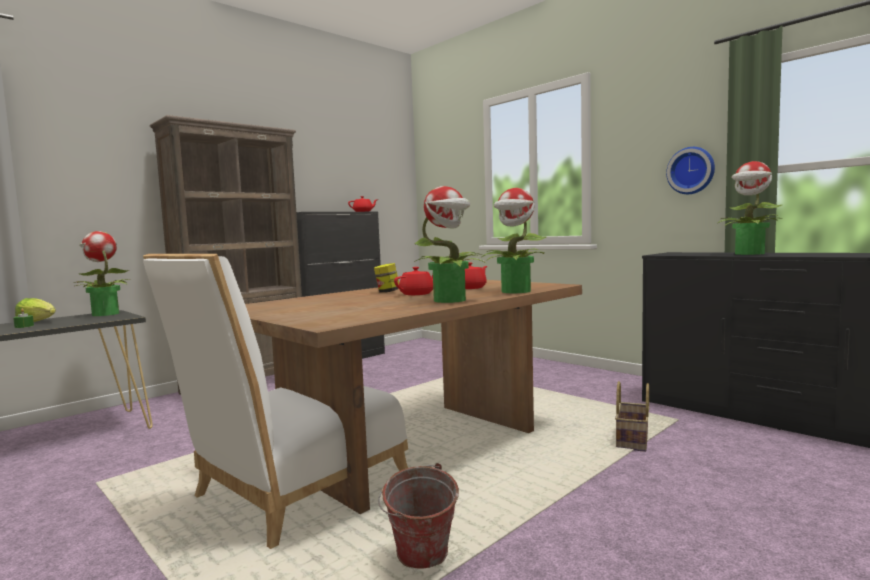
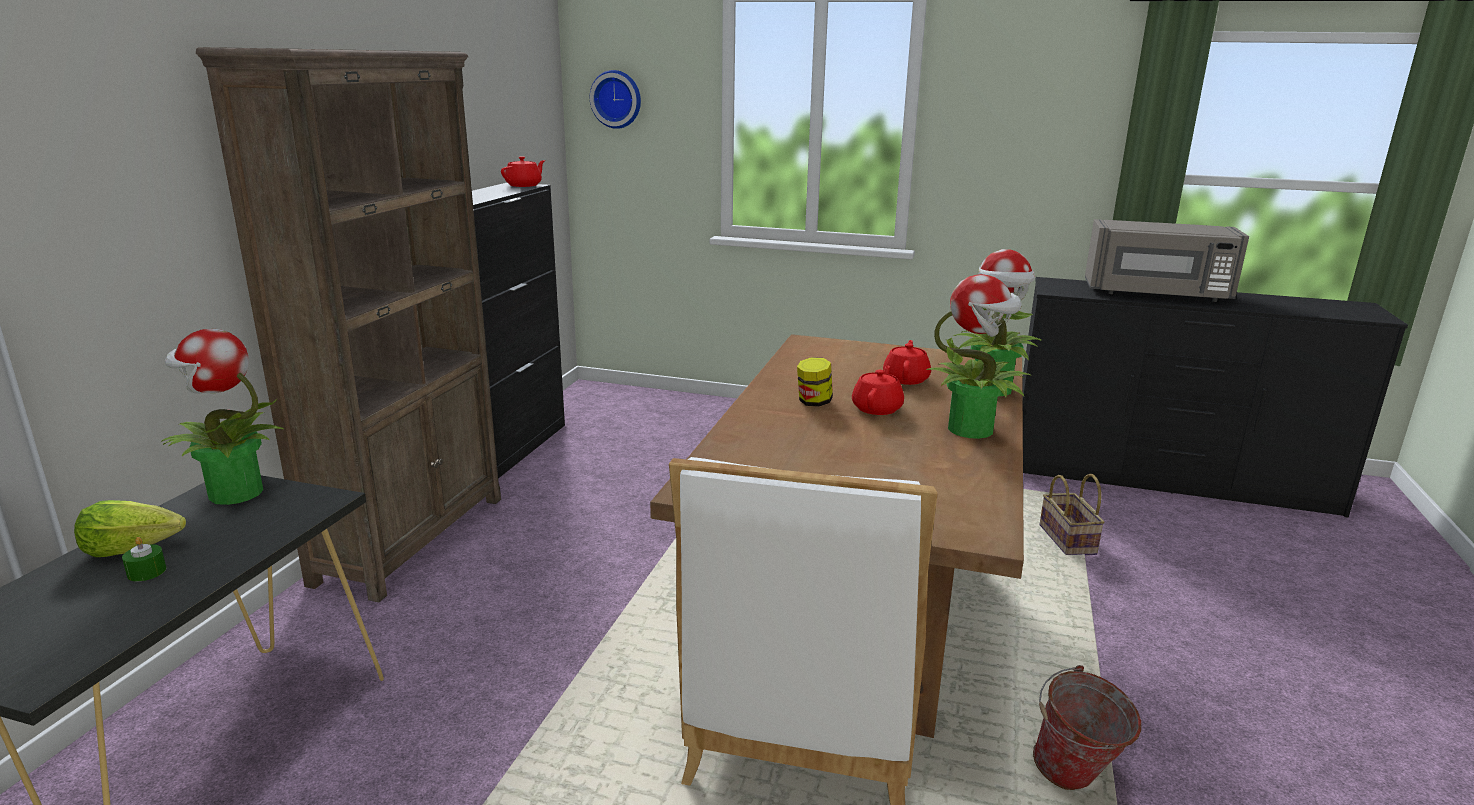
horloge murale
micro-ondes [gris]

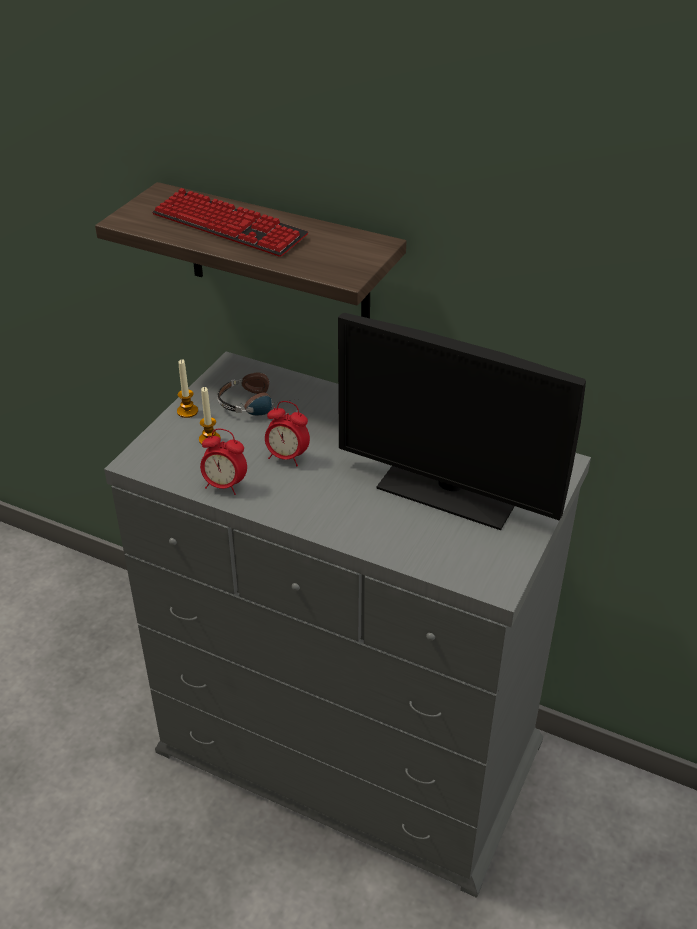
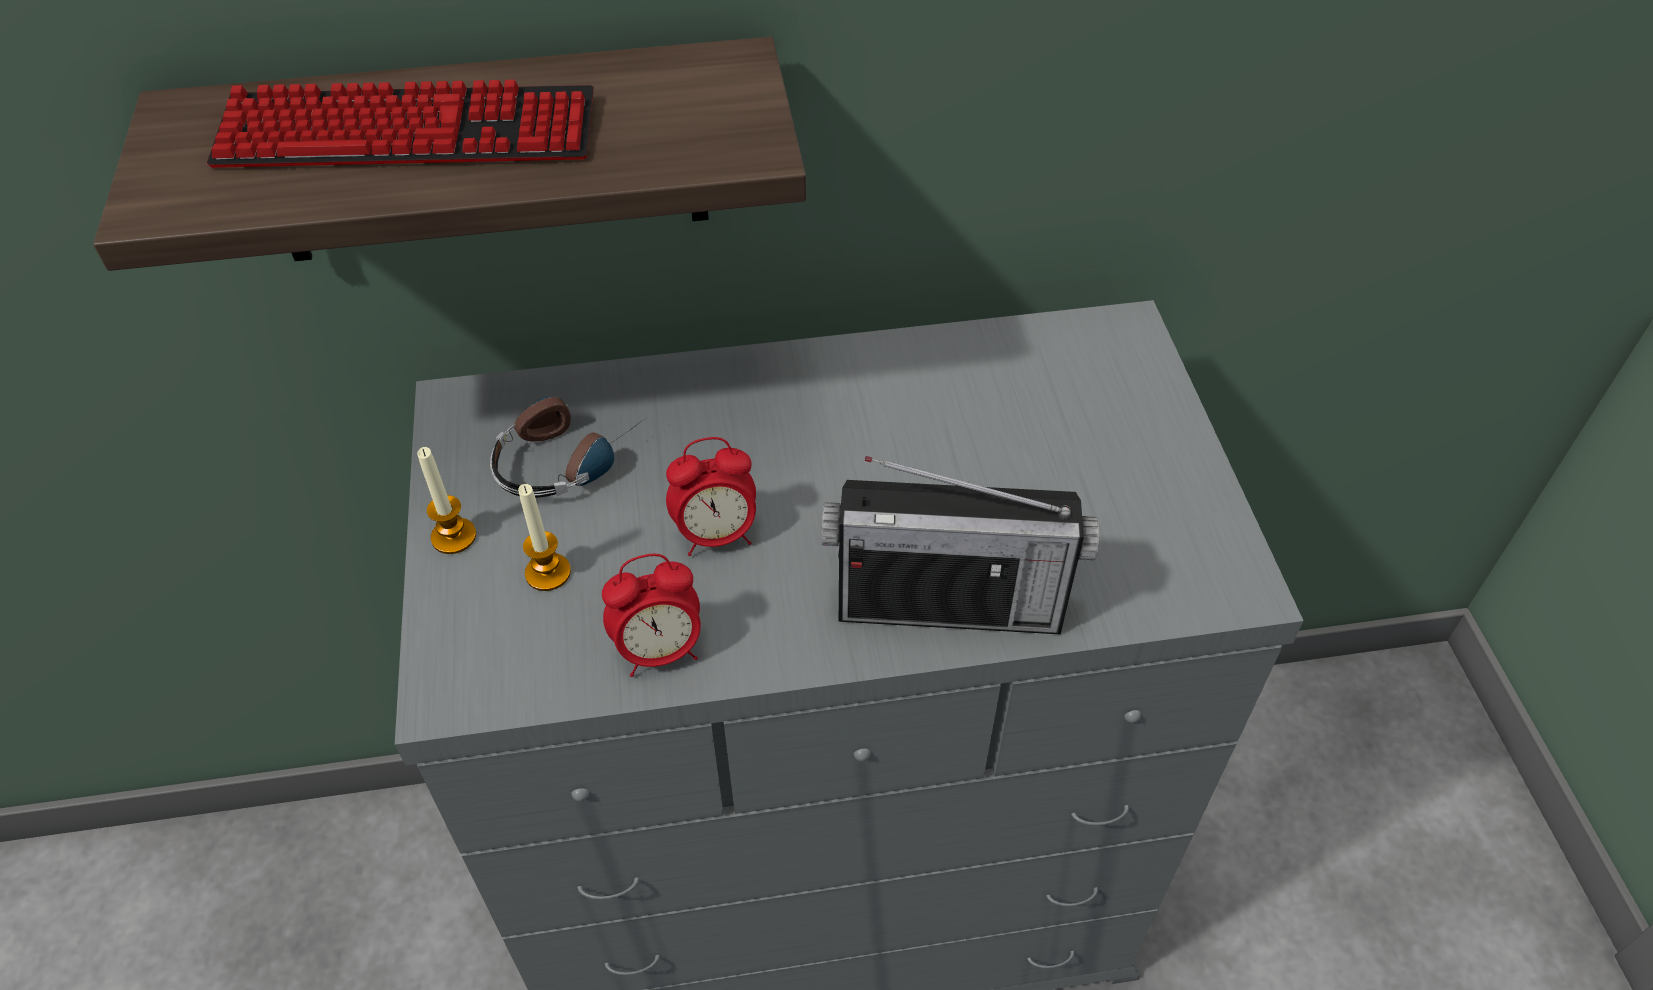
radio
écran d'ordinateur

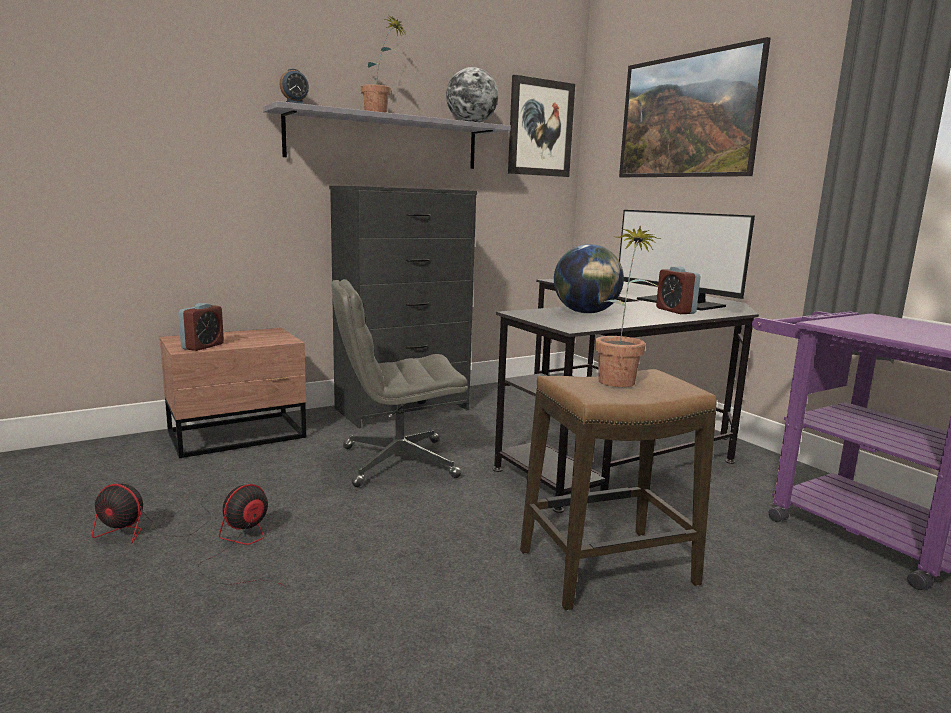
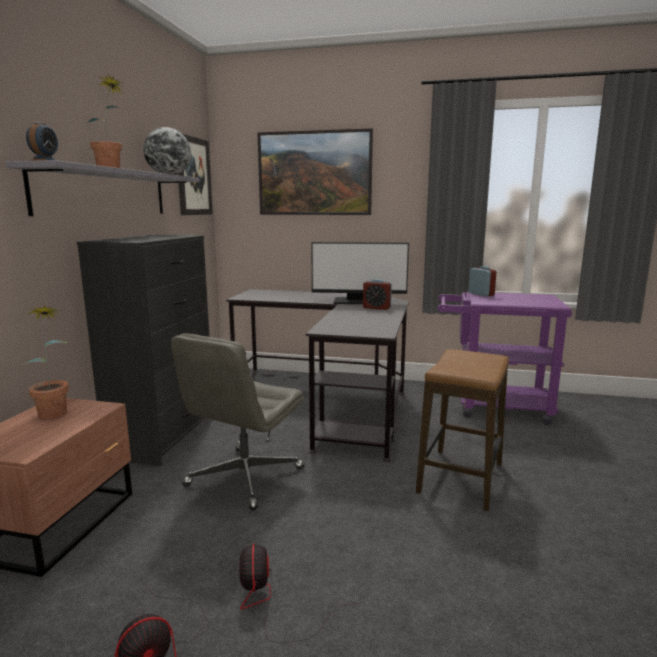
plante en pot (1st from left)
réveil (3rd from left)
globe (2nd from left in the first image)

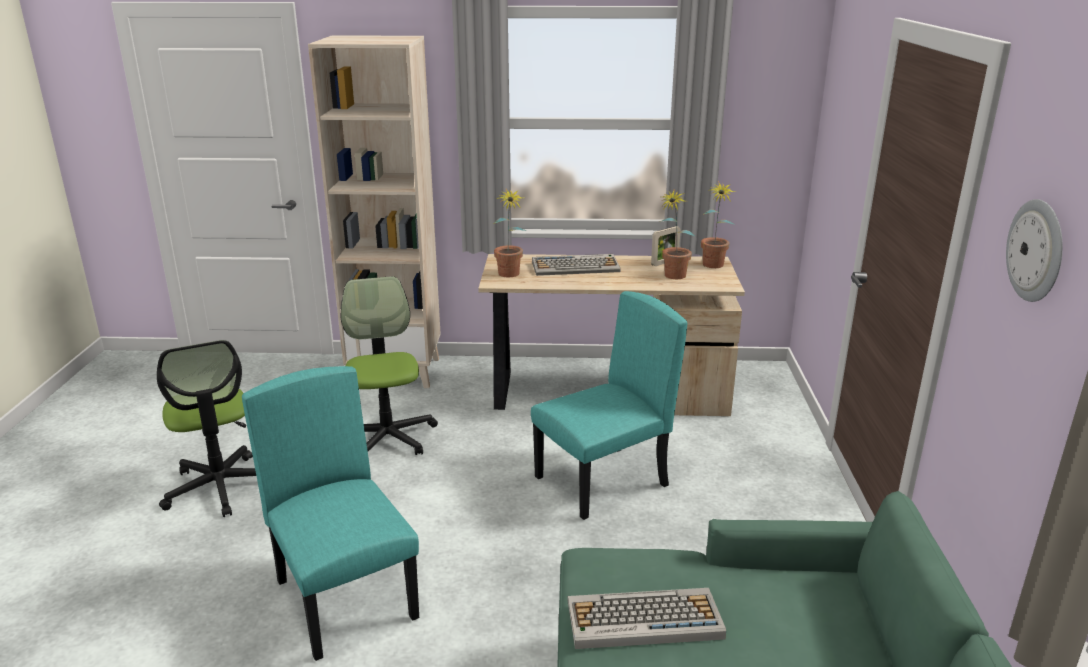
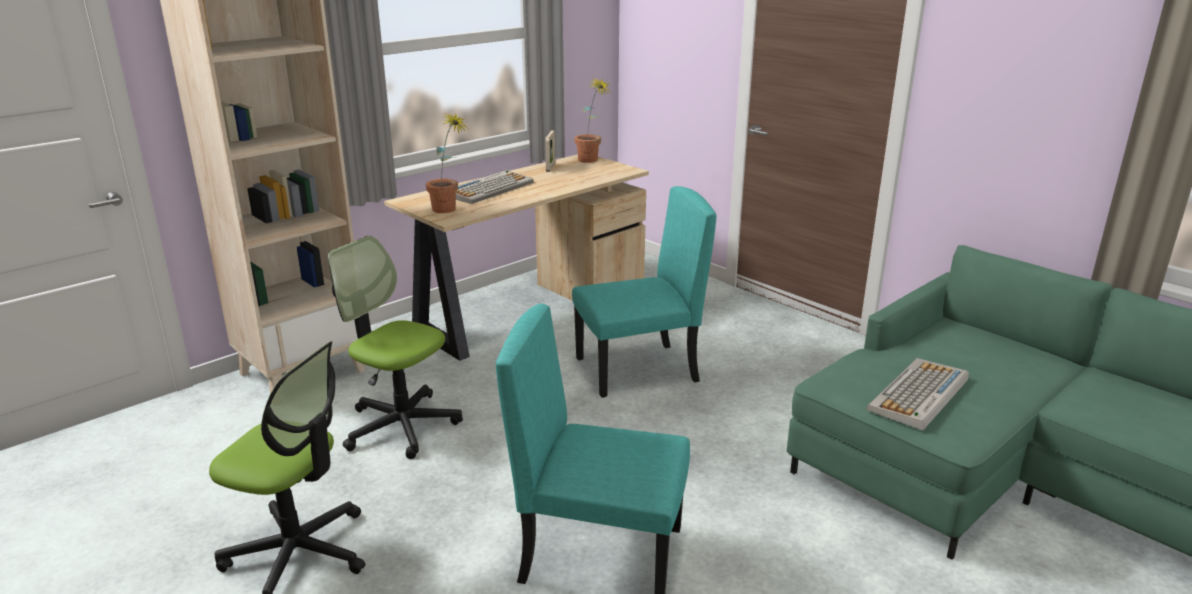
chaise [turquoise] (2nd from left)
plante en pot (2nd from left in the first image)
horloge murale

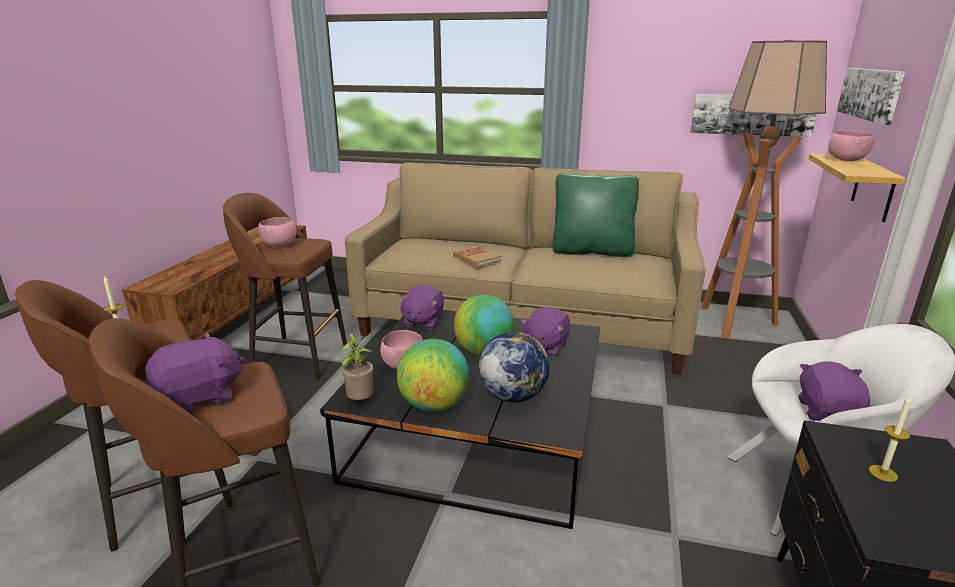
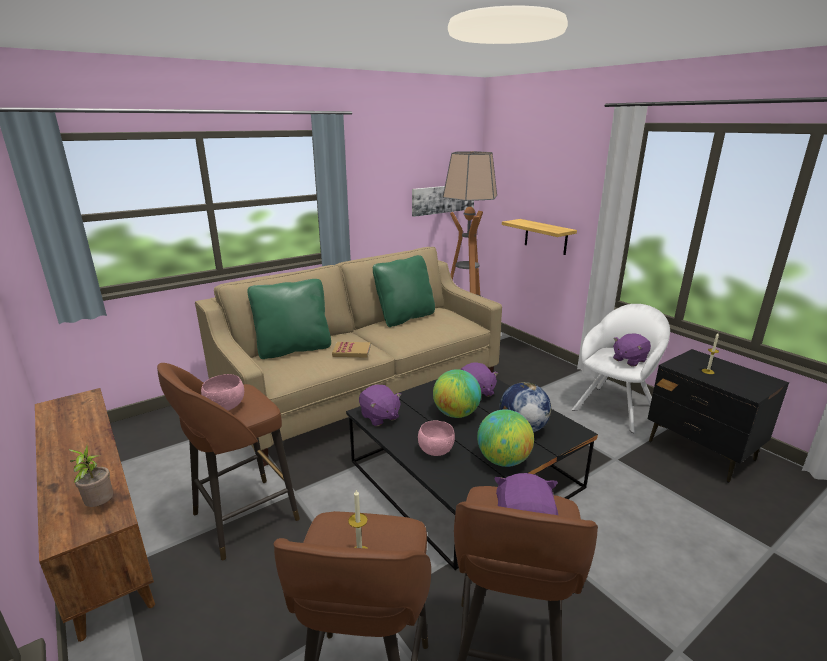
plante en pot
coussin [vert] (1st from left)
peluche [violet] (4th from left)
bol [rose] (3rd from left in the first image)
tableau (2nd from left in the first image)

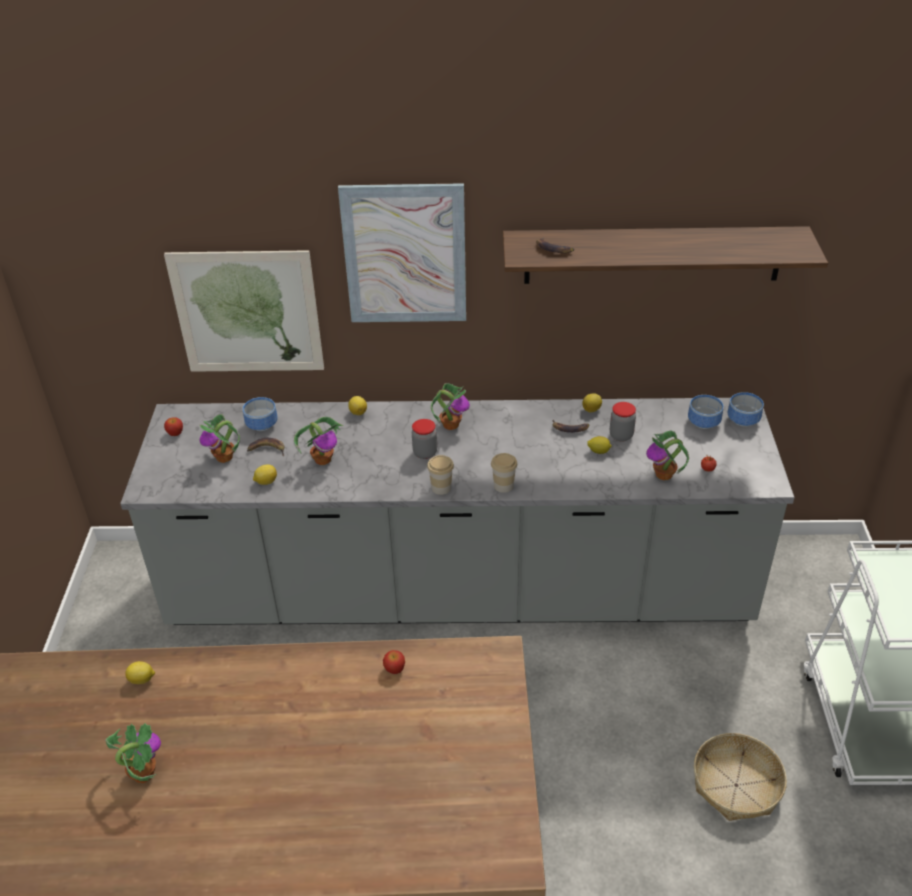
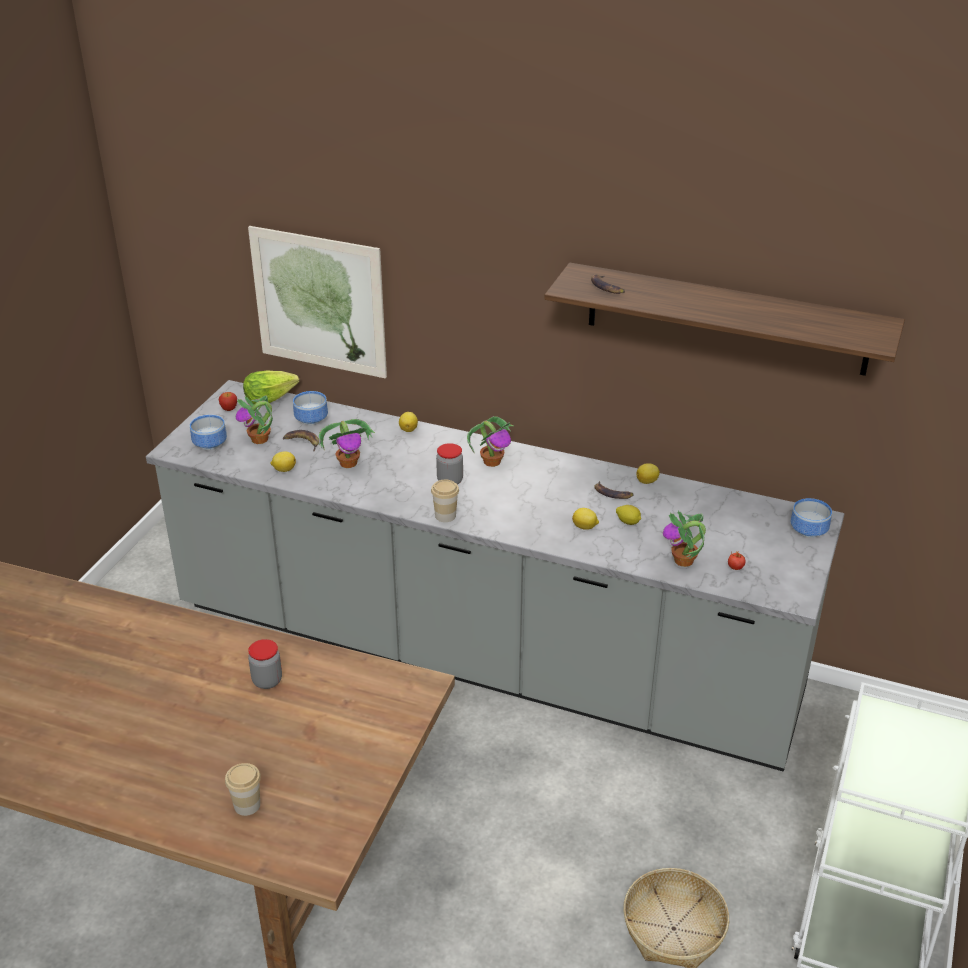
bol (1st from left)
tasse (1st from left)
laitue
bocal (1st from left)
citron (3rd from left)
plante en pot (1st from left in the first image)
tableau (2nd from left in the first image)
pomme (2nd from left in the first image)

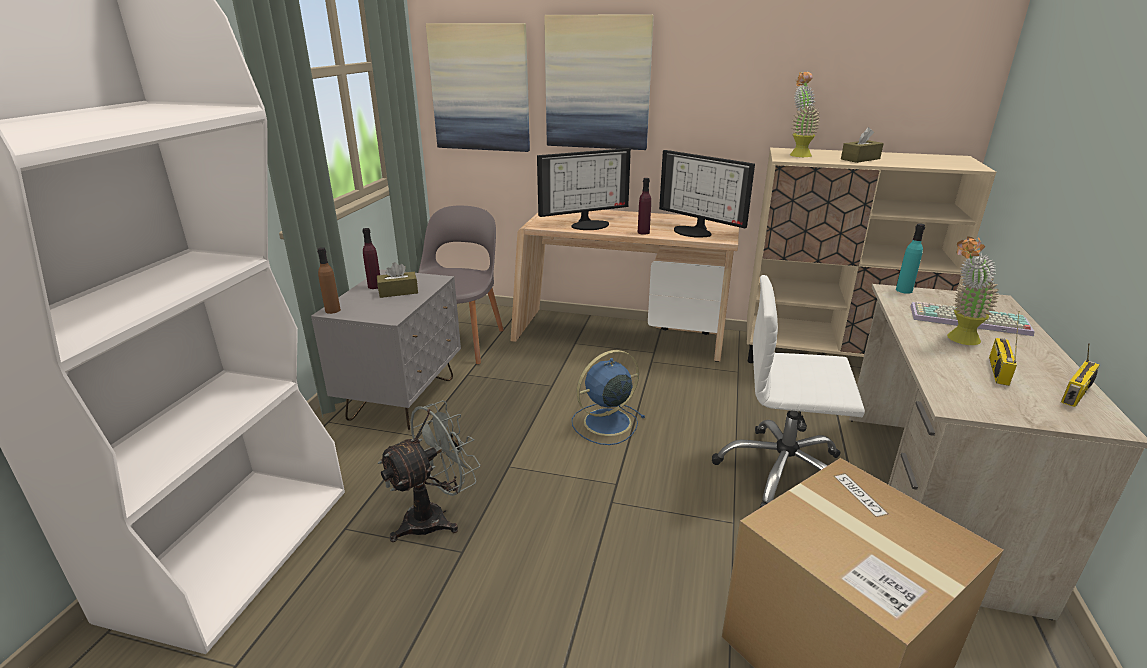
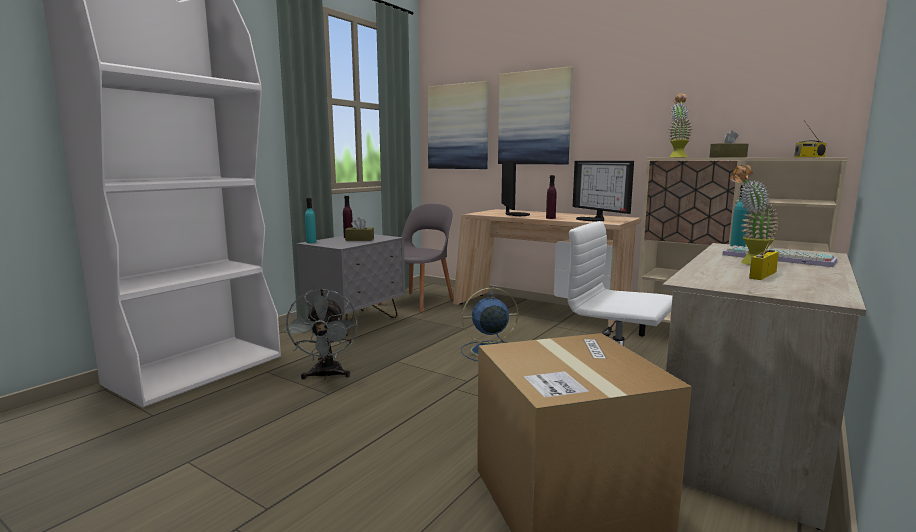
ventilateur [gris]
bouteille [turquoise] (1st from left)
écran d'ordinateur (1st from left)
radio (2nd from left)

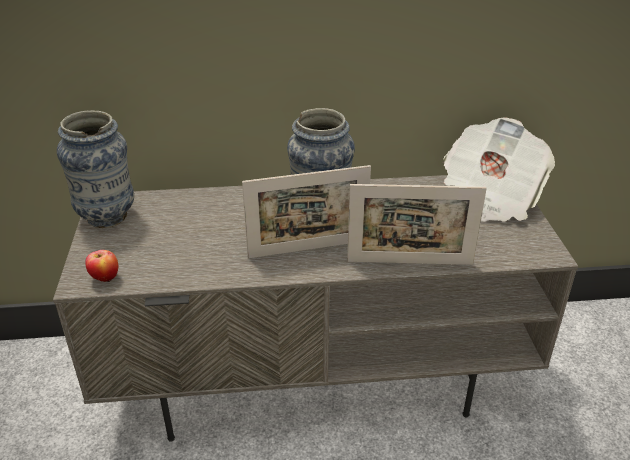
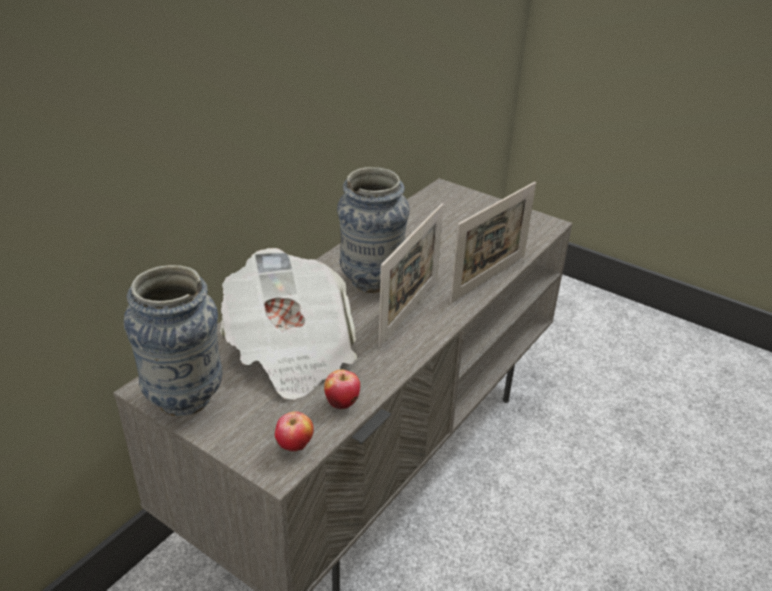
journal
pomme (2nd from left)

